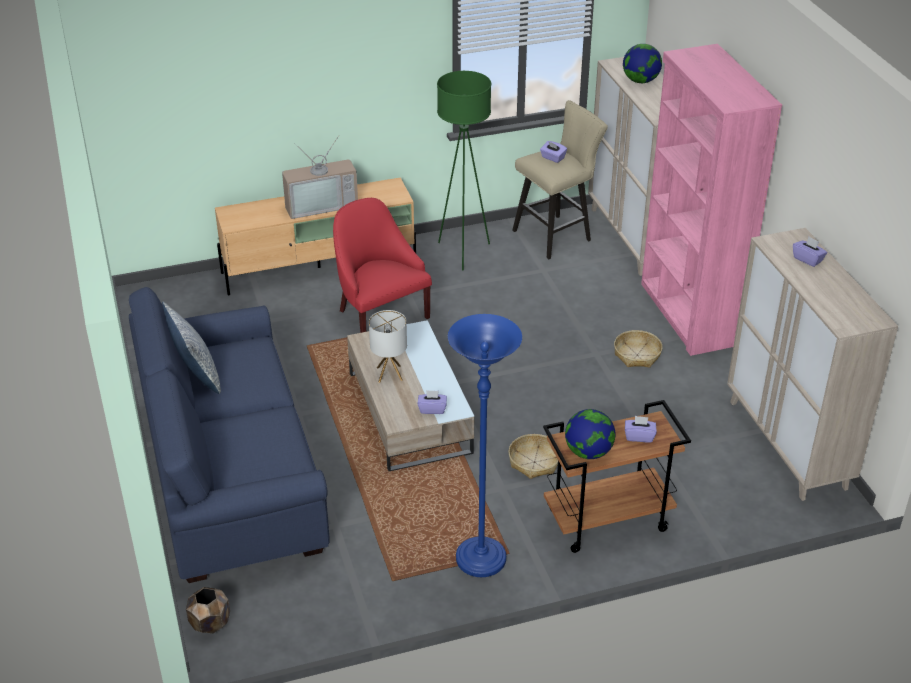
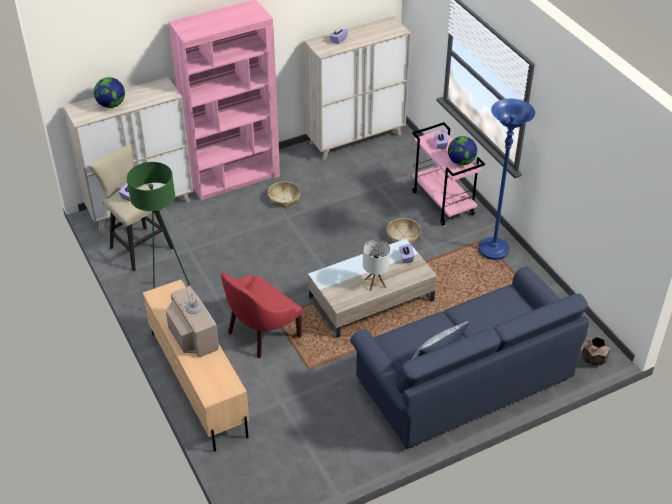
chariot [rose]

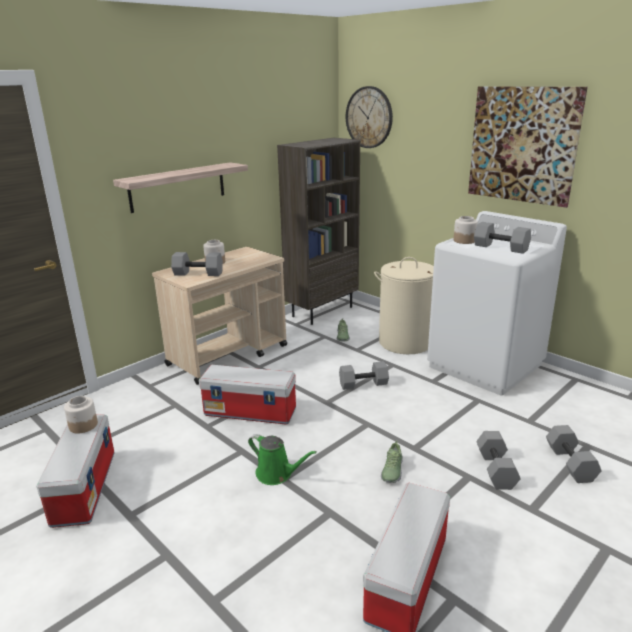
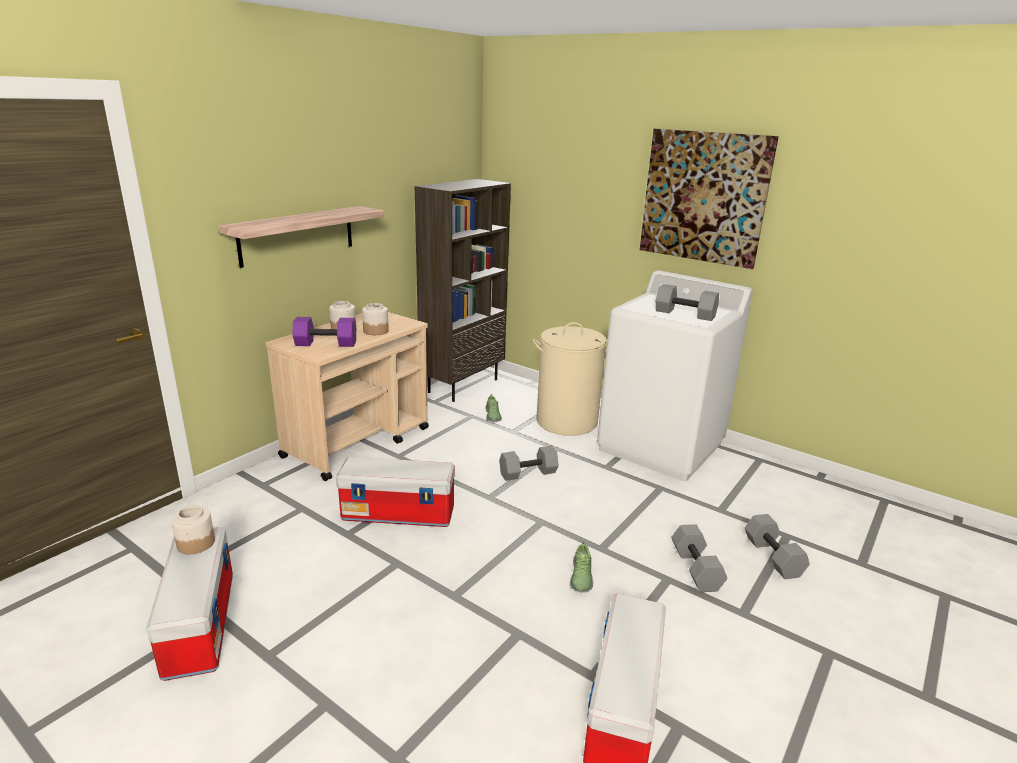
haltère [violet]
bocal (3rd from left)
arrosoir [vert]
horloge murale

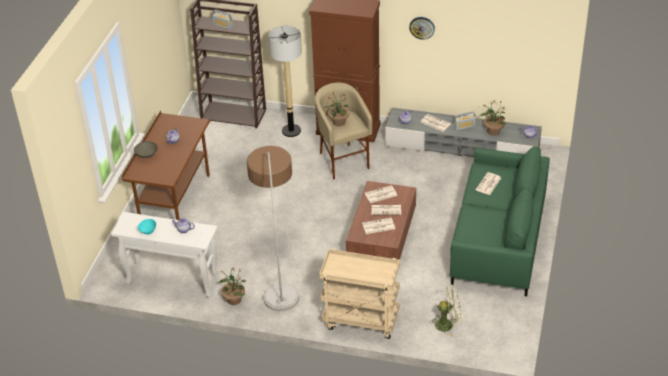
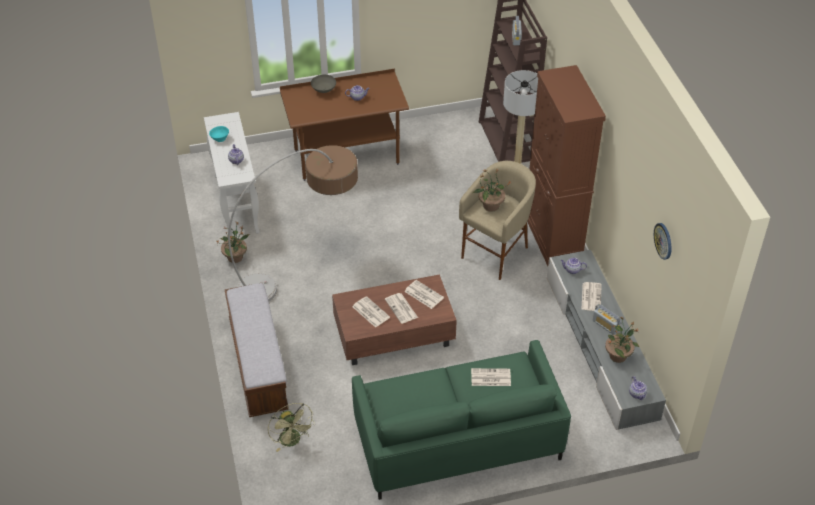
banc
horloge murale

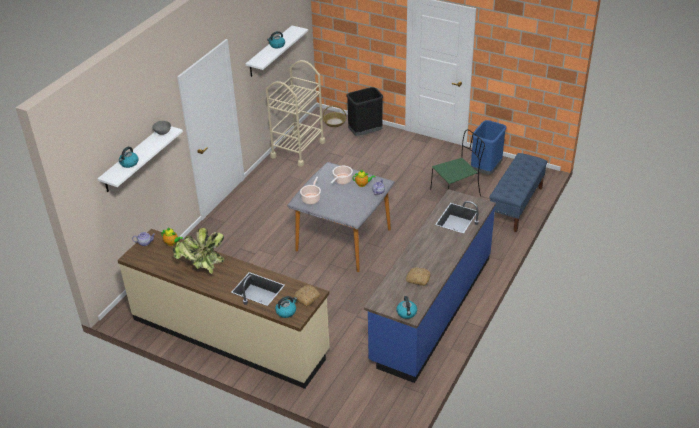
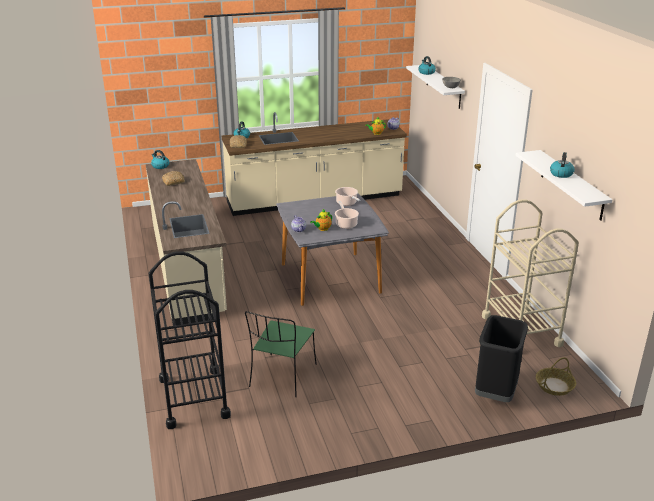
comptoir de cuisine [beige] (1st from left)
chariot [noir]
plante en pot
poubelle [bleu]

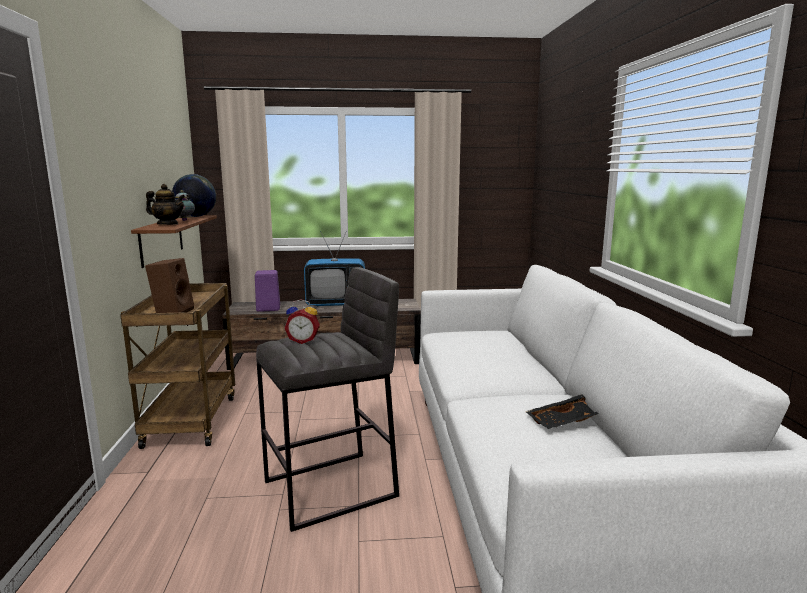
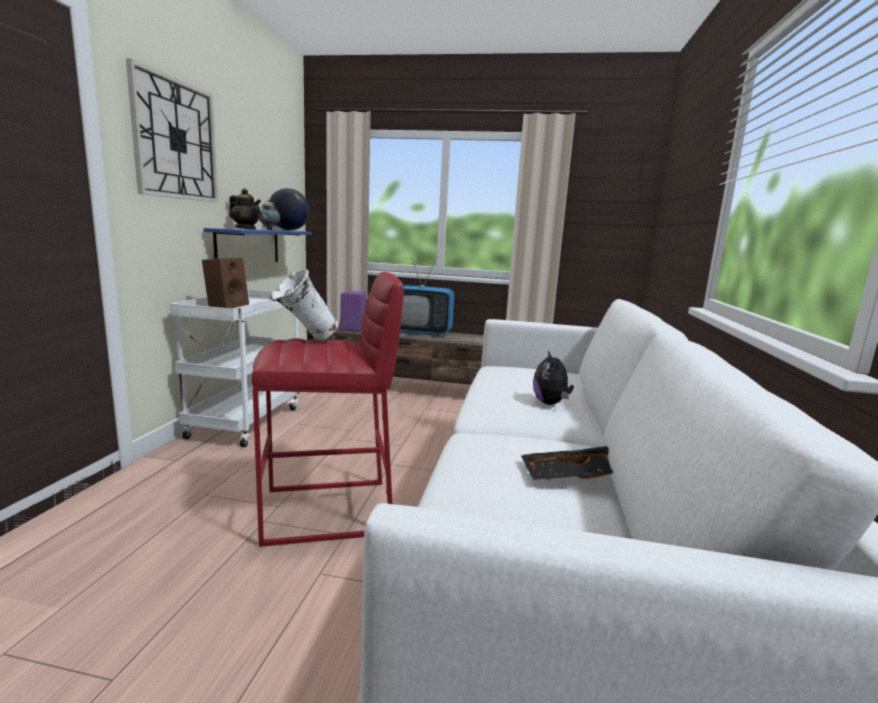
horloge murale
chariot [blanc]
étagère [bleu]
tabouret [rouge]
vase [blanc]
peluche

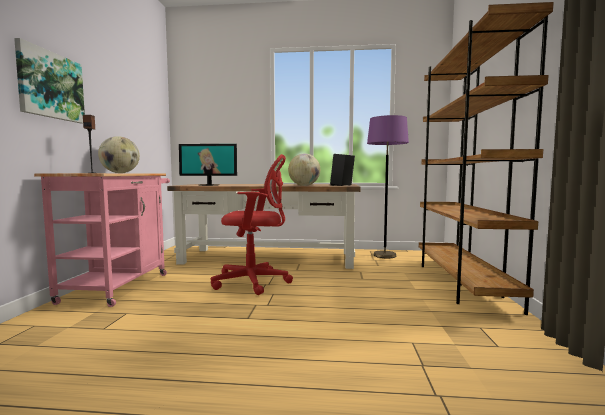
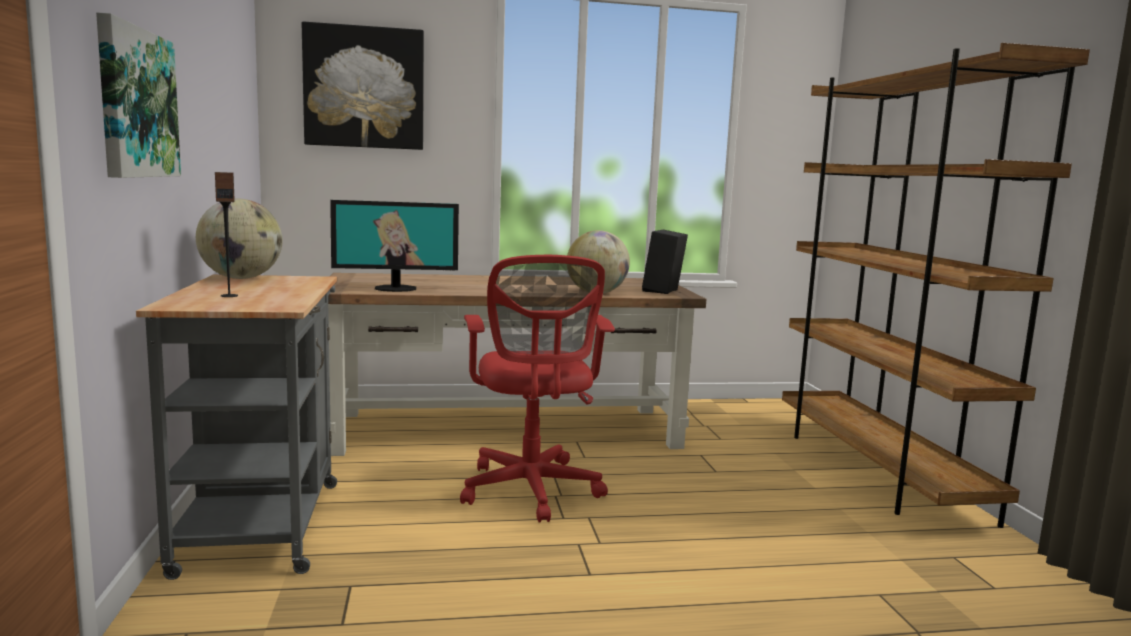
chariot [gris]
tableau (2nd from left)
chaise de bureau [rouge]
lampadaire [violet]

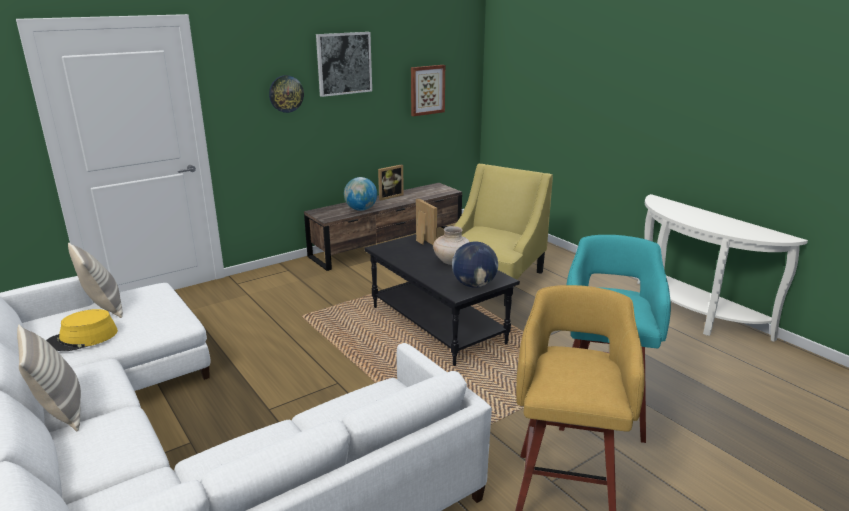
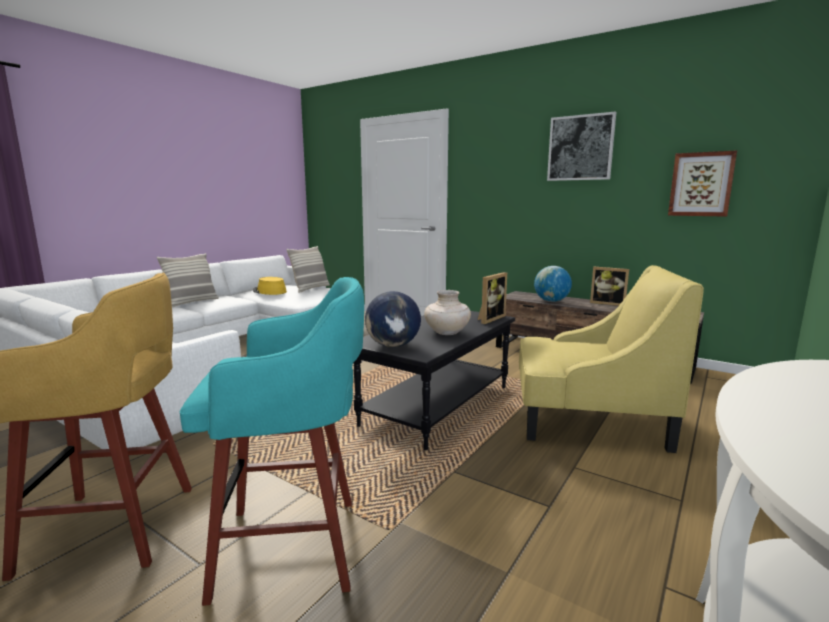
horloge murale

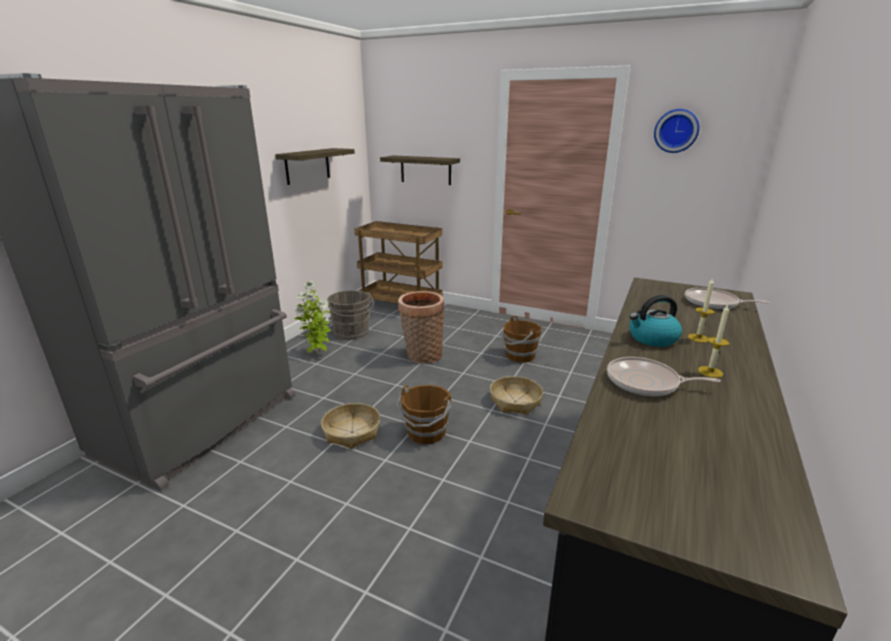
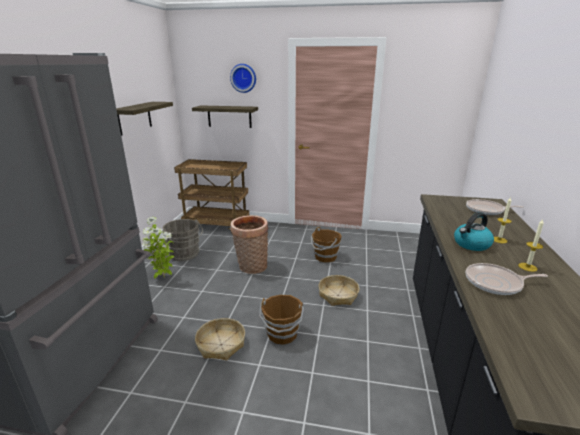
horloge murale

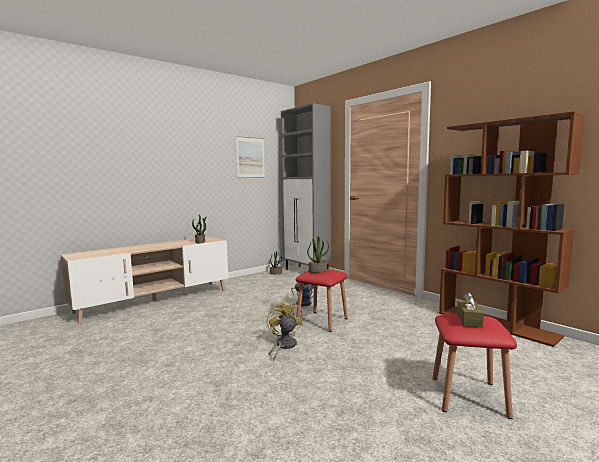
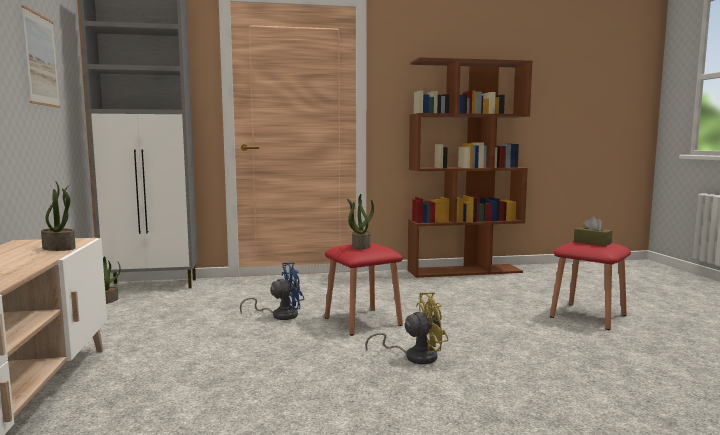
ventilateur [jaune]

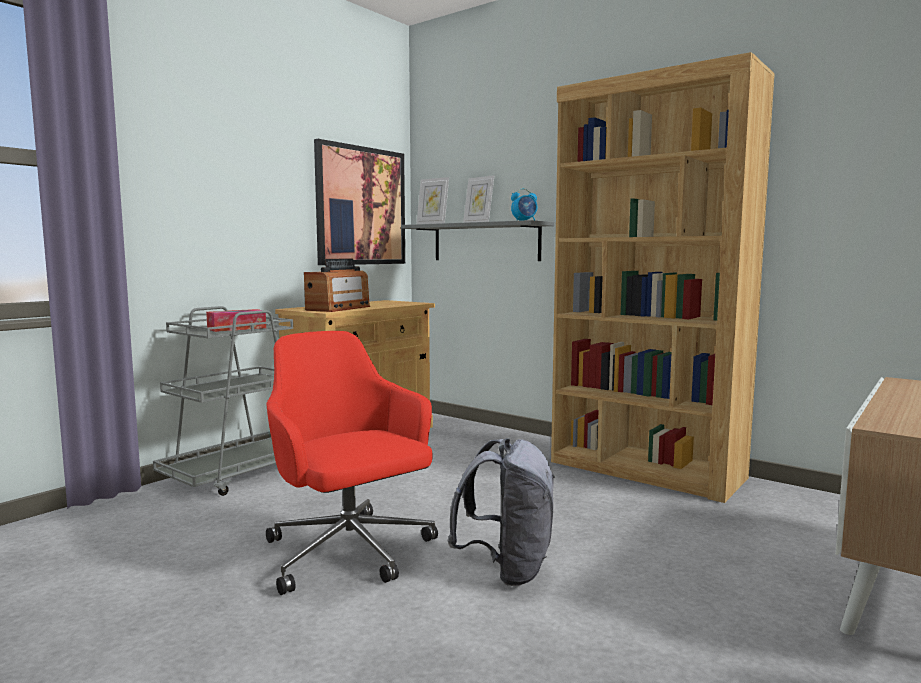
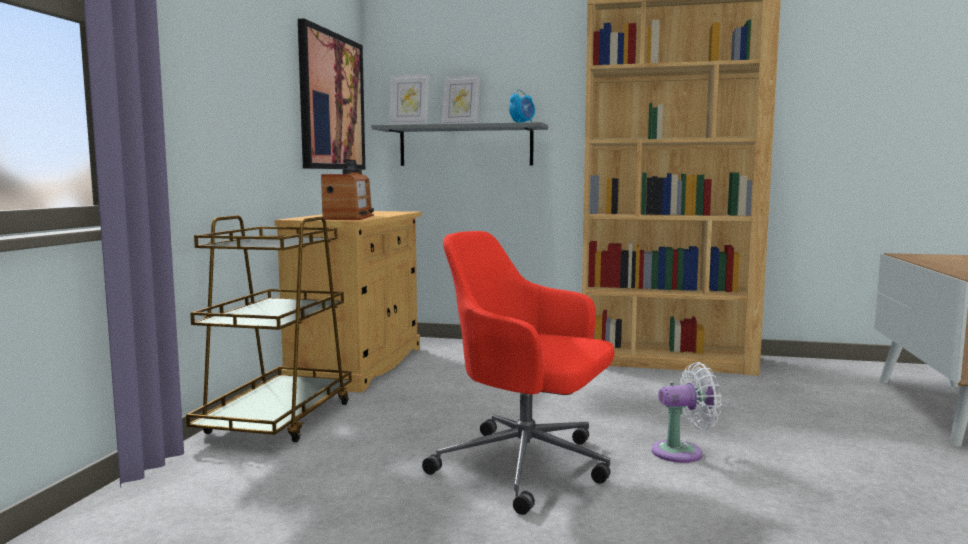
chariot [marron]
ventilateur [blanc]
boîte à mouchoirs

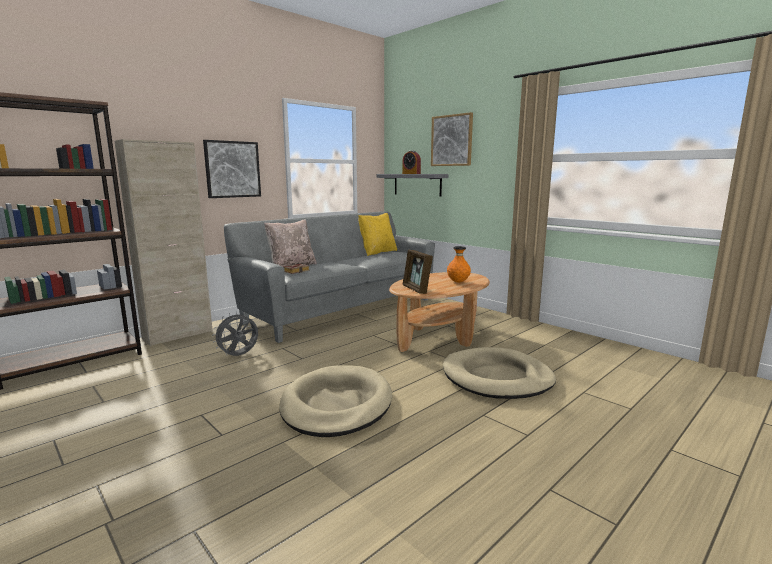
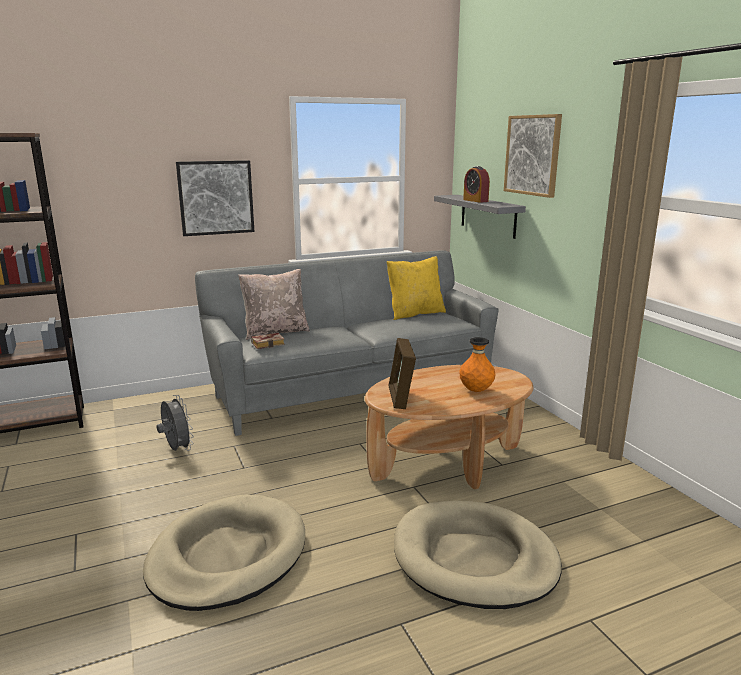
ventilateur [gris]
meuble de rangement [beige]

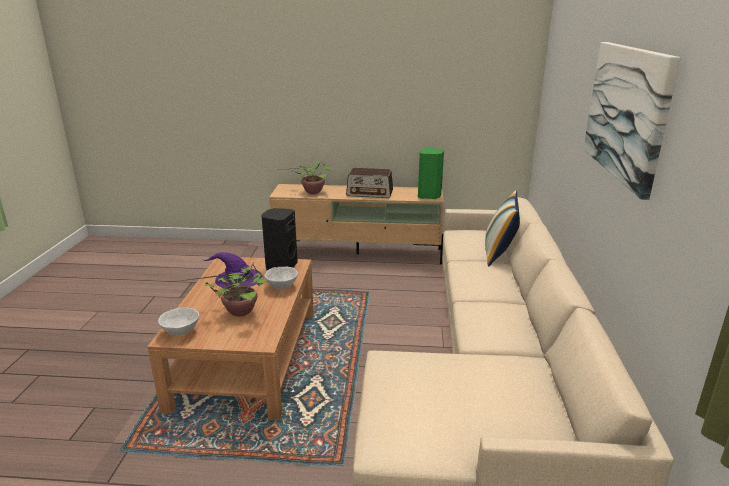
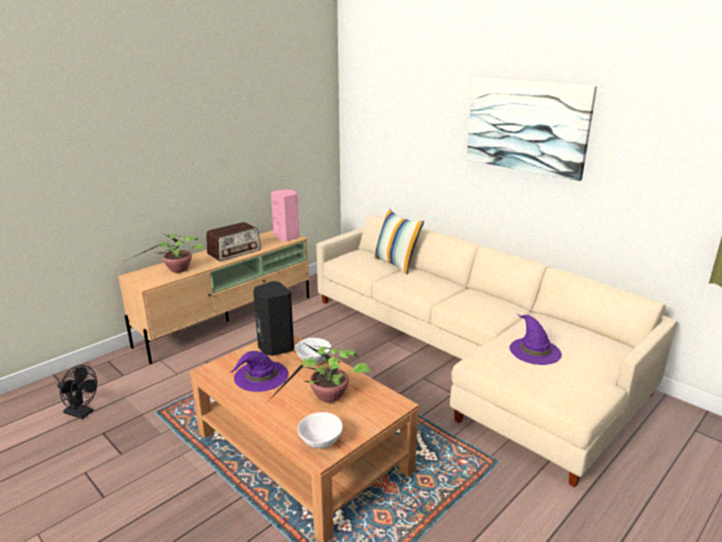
ventilateur [noir]
enceinte [rose]
chapeau [violet] (2nd from left)

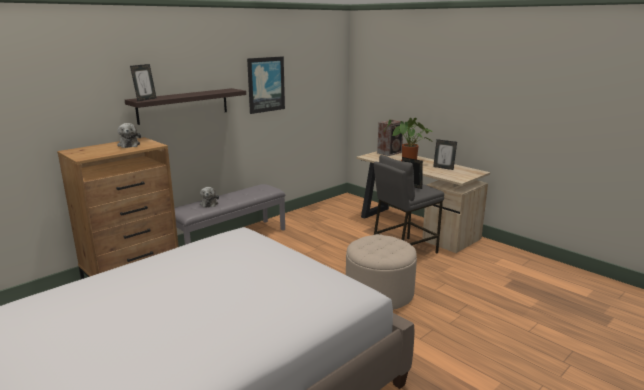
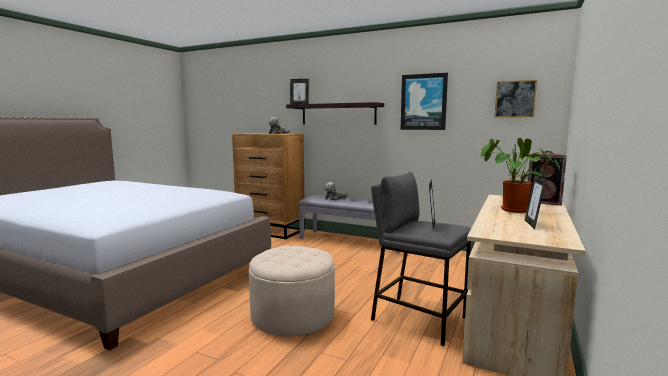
tableau (2nd from left)

